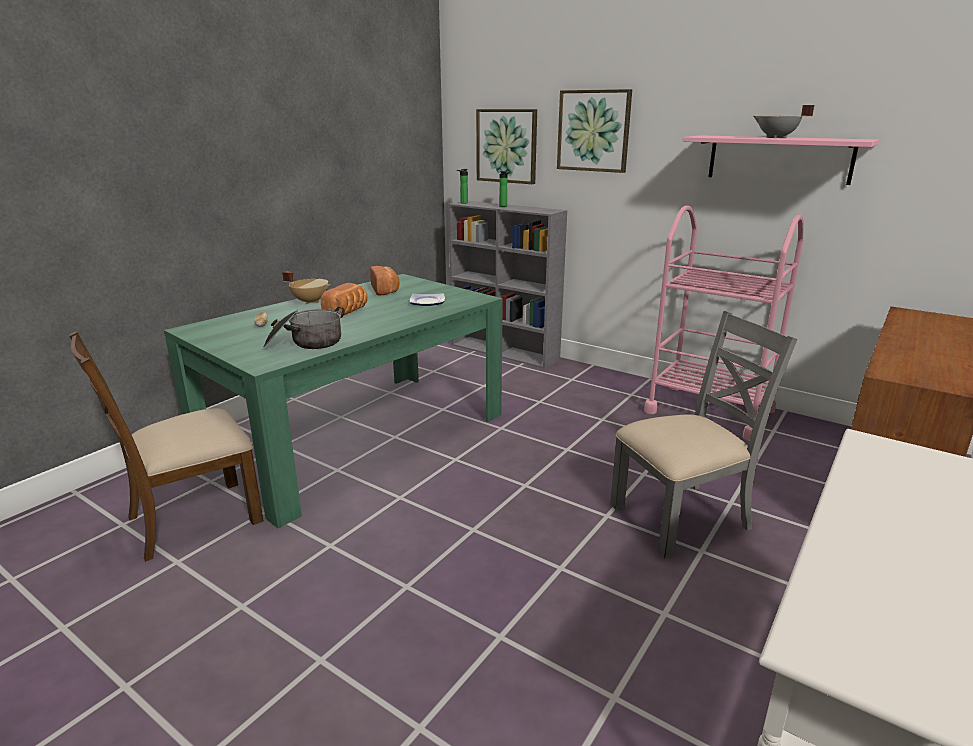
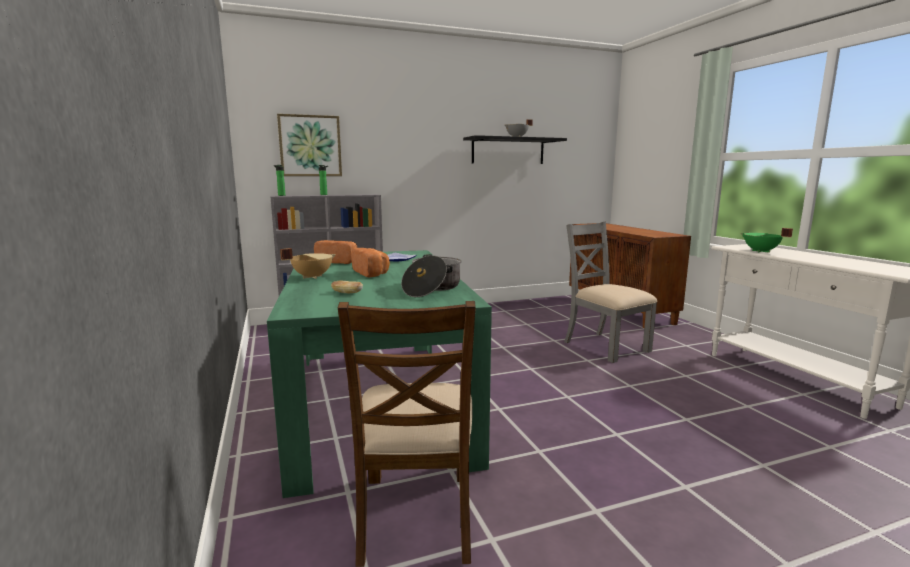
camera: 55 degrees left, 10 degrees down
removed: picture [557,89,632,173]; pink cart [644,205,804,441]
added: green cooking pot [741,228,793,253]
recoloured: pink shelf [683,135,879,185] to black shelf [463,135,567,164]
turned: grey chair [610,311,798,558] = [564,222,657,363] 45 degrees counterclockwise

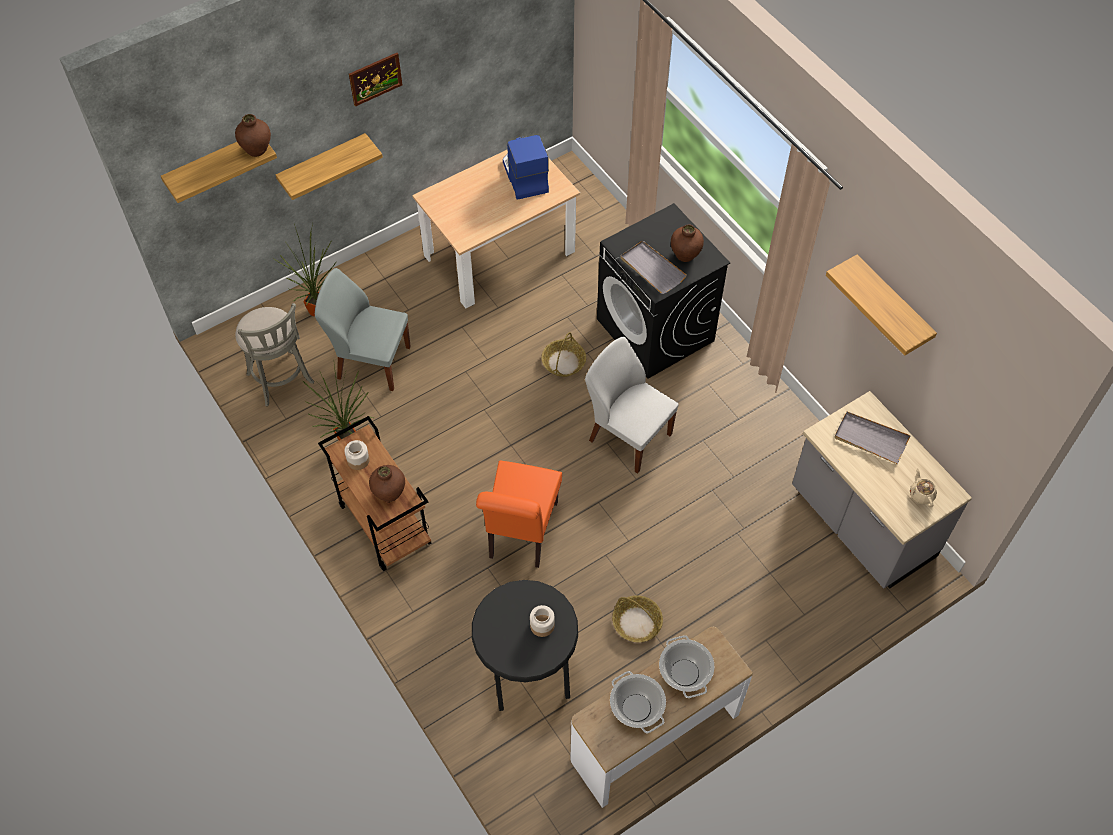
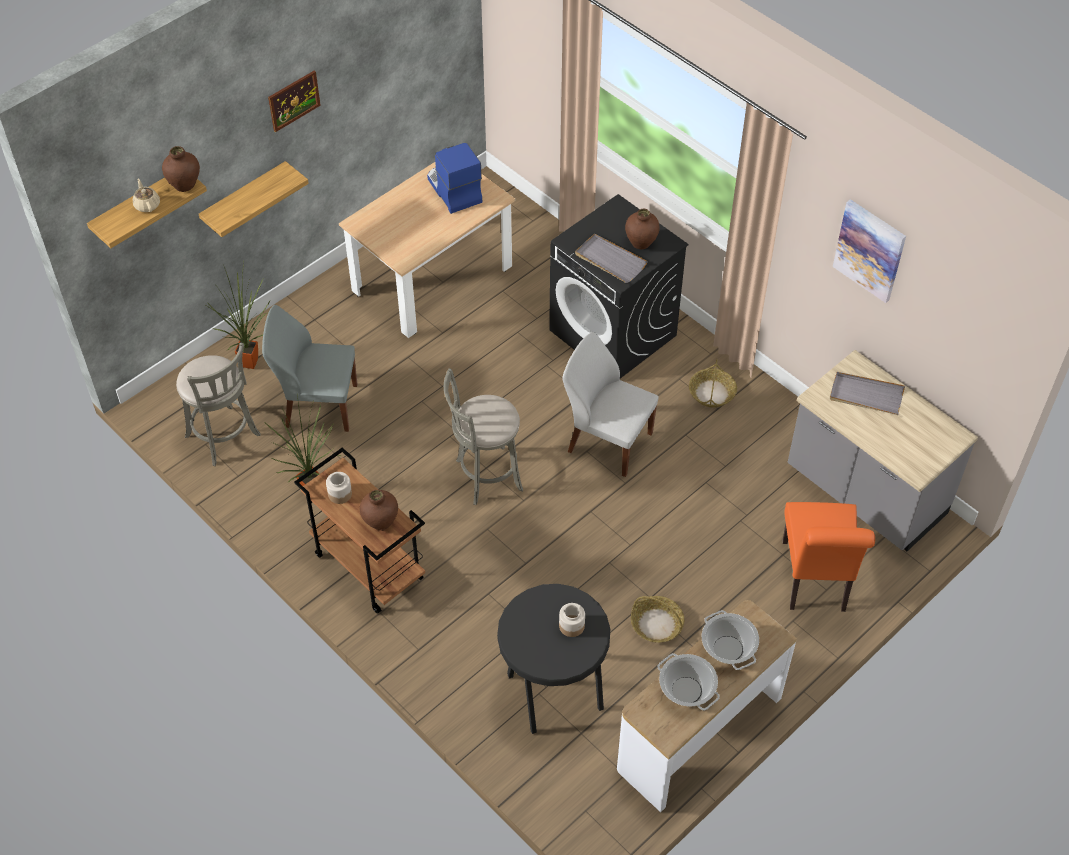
camera: 10 degrees left, 5 degrees down
added: grey stool [444,368,523,505]
moved: basket [542,332,586,377] to [689,359,737,407]; orange chair [476,460,562,568] to [783,502,875,612]; beige teapot [910,468,937,507] to [133,179,160,212]
replaced: shelf [826,255,937,356] to picture [833,199,906,303]

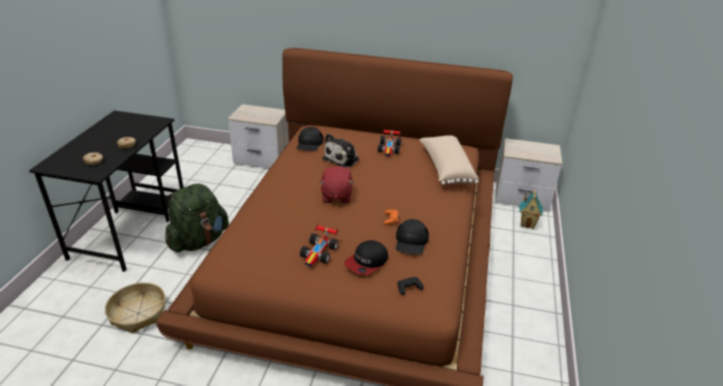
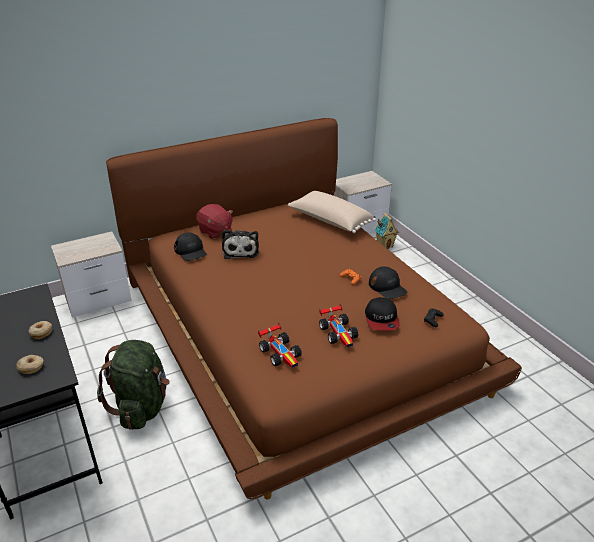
camera: 40 degrees left, 0 degrees up
removed: basket [105,283,166,333]
moved: toy car [378,130,402,156] to [258,322,302,368]; red plush toy [319,166,354,203] to [196,204,233,239]

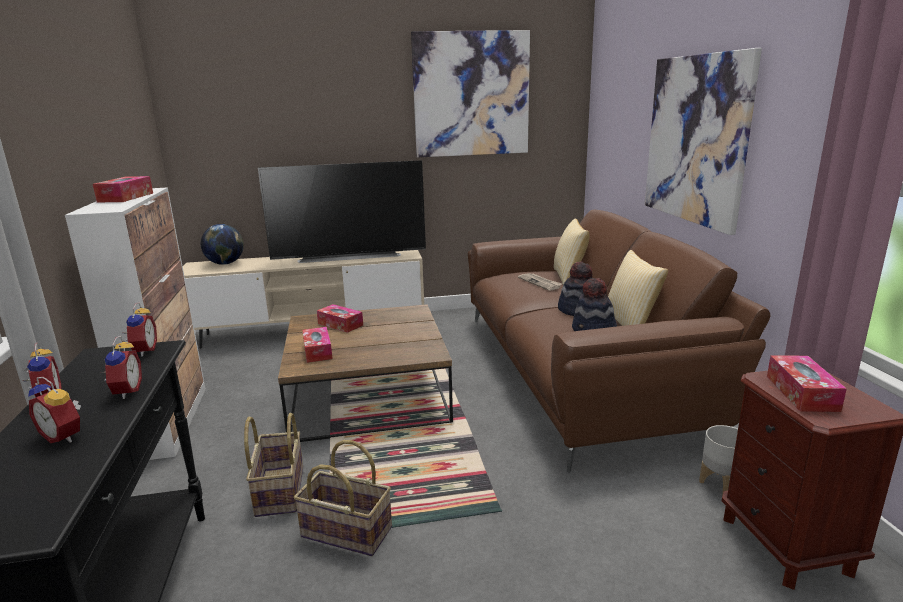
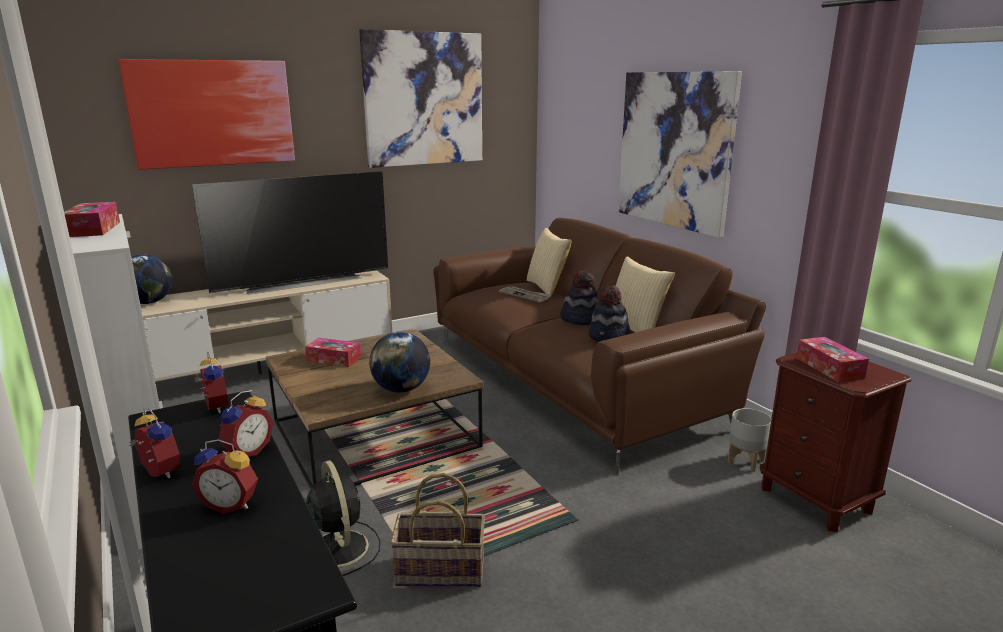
camera: 20 degrees left, 0 degrees up
removed: tissue box [302,327,333,363]
added: picture [118,59,295,170]; globe [369,332,430,393]
replaced: basket [244,413,303,517] to black fan [306,460,380,576]
turned: alarm clock [100,336,142,399] = [219,390,273,456] 60 degrees clockwise

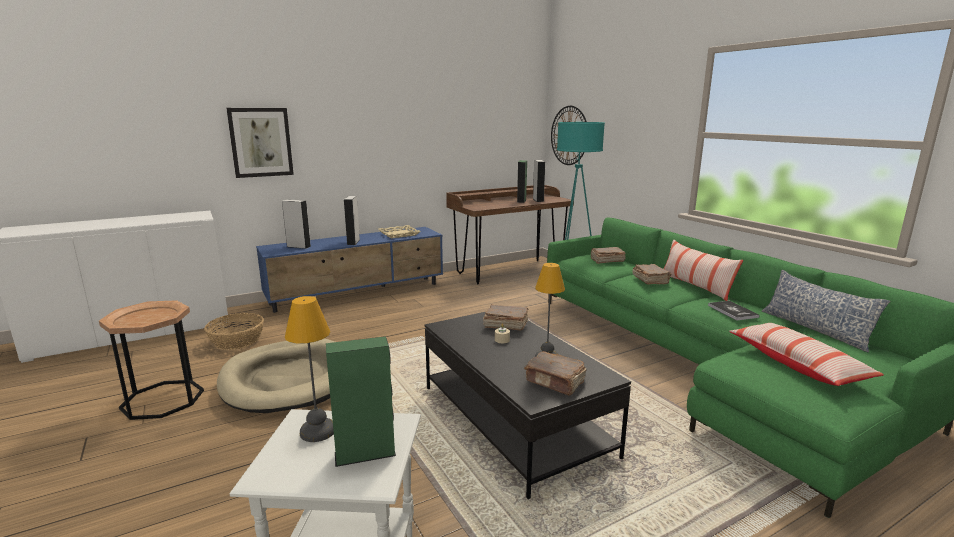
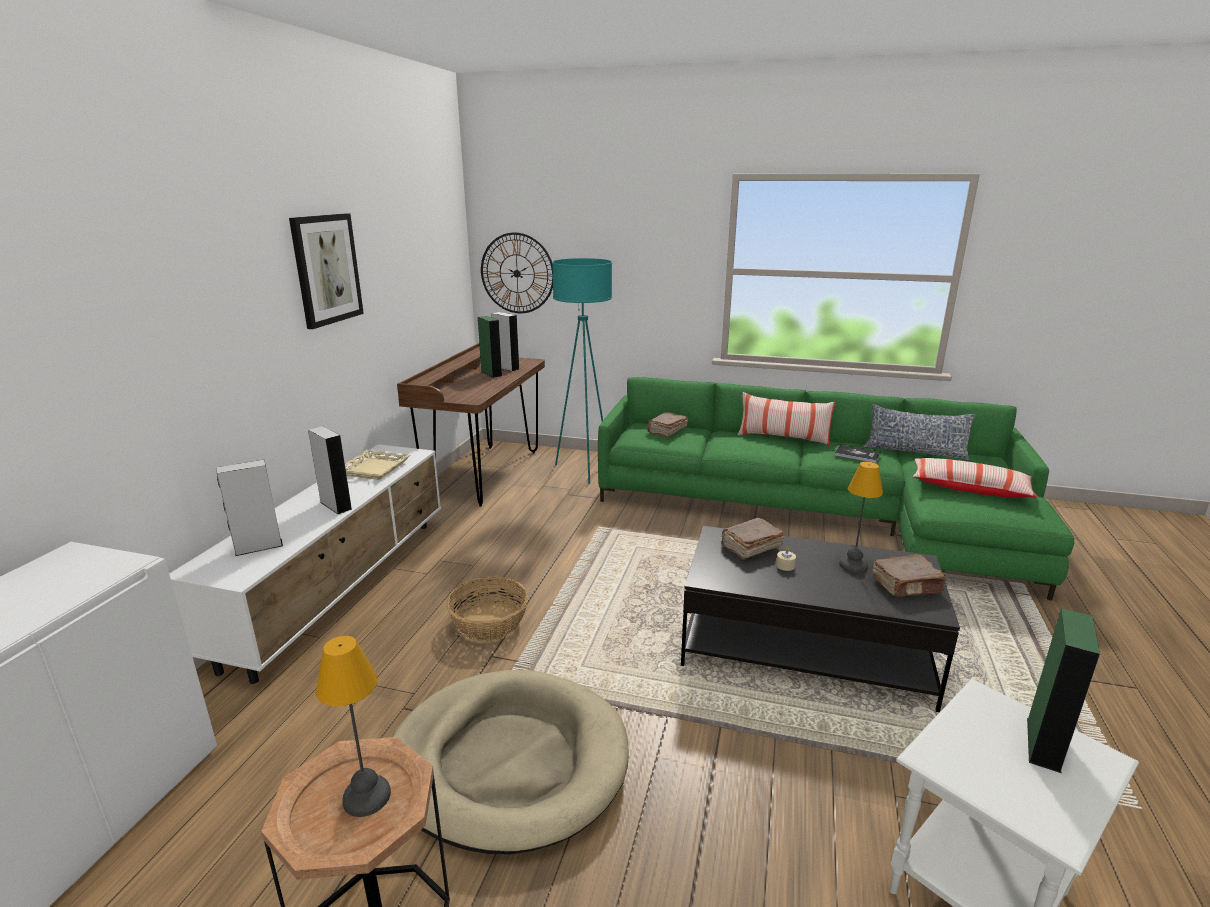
camera: 45 degrees left, 5 degrees up
removed: brown book [632,264,672,285]
moved: picture [226,108,294,178] to [289,213,364,329]; table lamp [285,296,334,442] to [316,636,391,817]; basket [204,313,264,350] to [446,576,528,641]
recoloured: blue tv stand [256,227,443,313] to white tv stand [169,444,441,684]

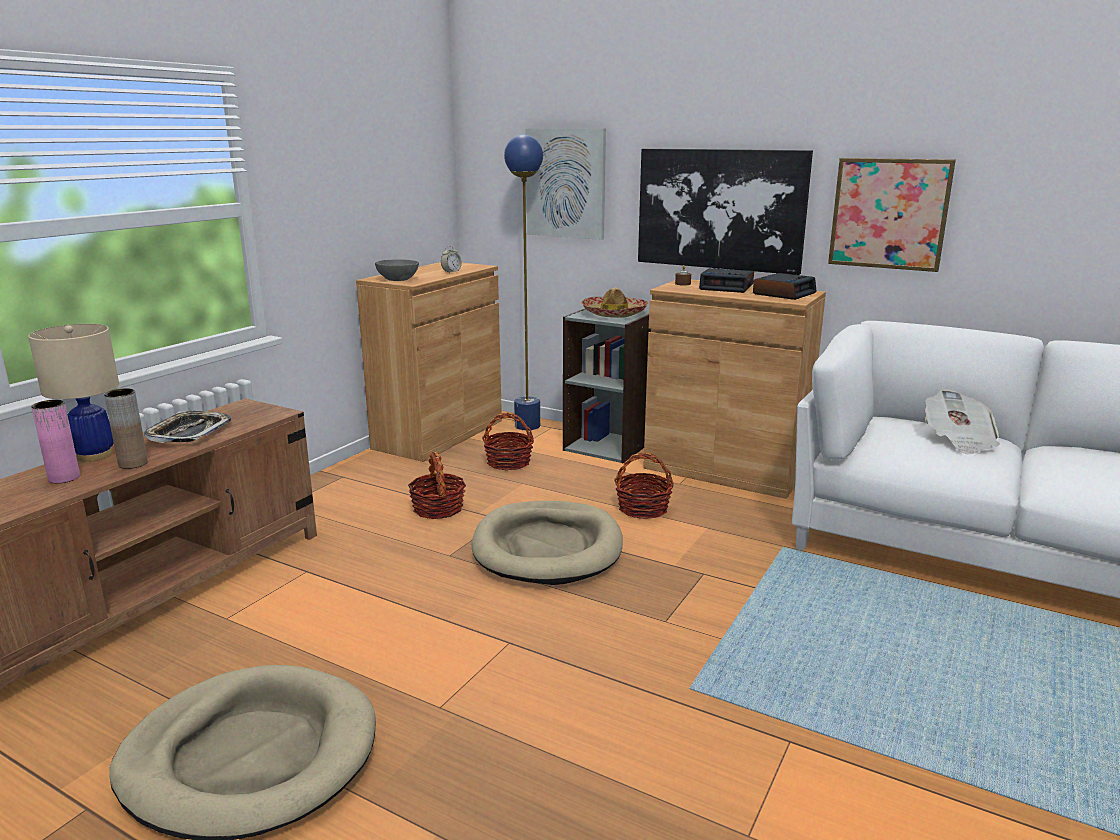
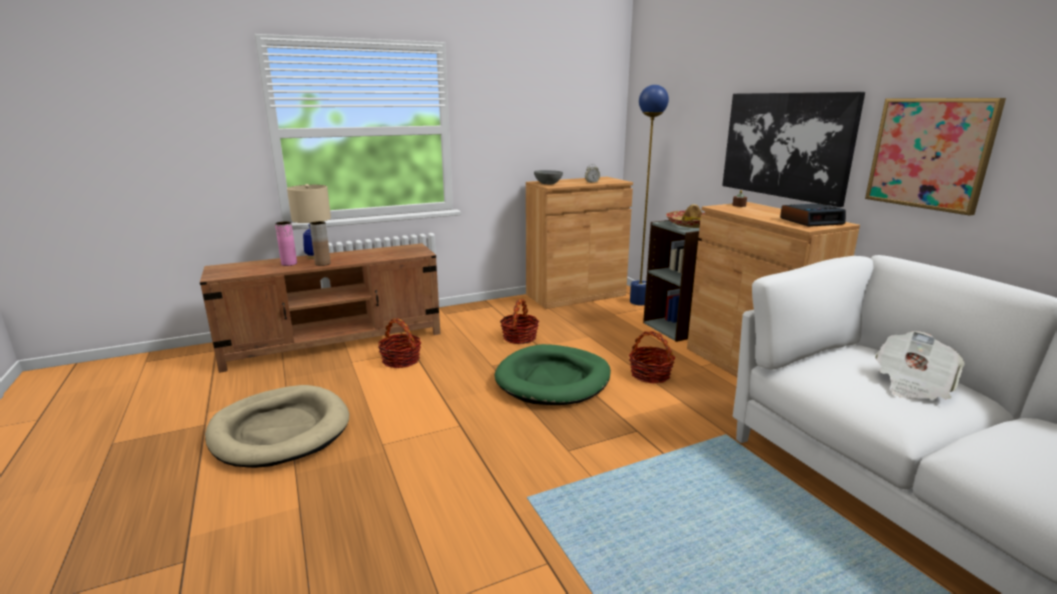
camera: 35 degrees right, 0 degrees up
removed: picture [525,128,606,240]; alarm clock [699,268,754,293]; tray [144,411,231,443]
moved: basket [482,412,534,471] to [378,319,421,368]
recoloured: beige dog bed [472,501,623,585] to green dog bed [495,344,611,405]

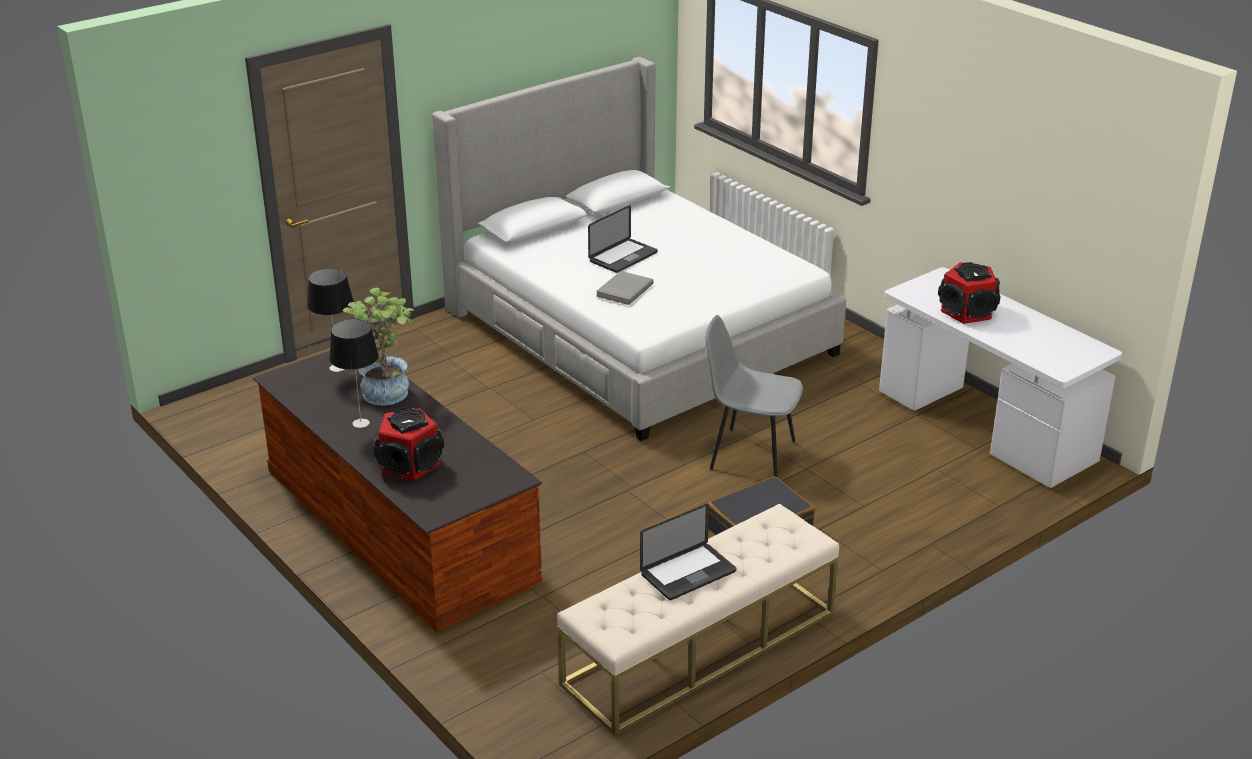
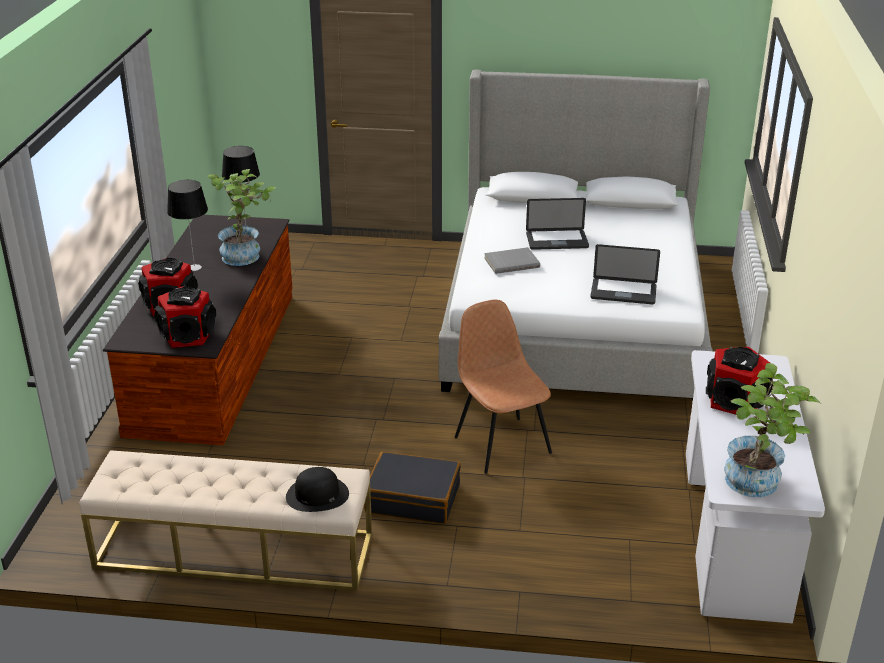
camera: 45 degrees right, 0 degrees up
added: speaker [154,286,216,348]; potted plant [724,363,820,497]; black hat [286,467,349,512]
moved: laptop [640,504,737,600] to [590,244,660,304]
recoloured: grey chair [705,315,803,478] to brown chair [455,300,552,474]

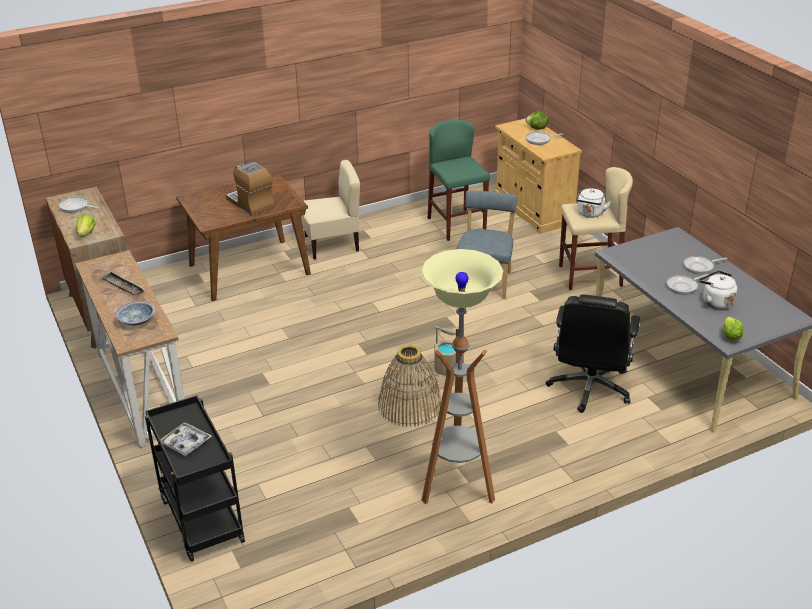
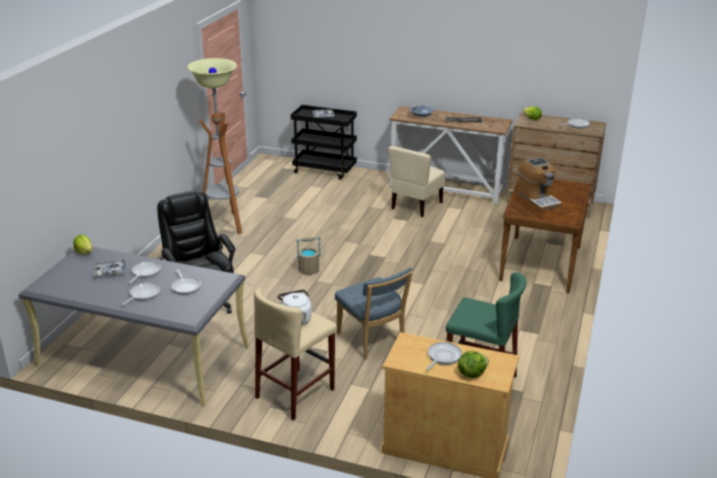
camera: 135 degrees right, 5 degrees down
removed: basket [378,345,441,427]
added: frying pan [171,269,201,295]
moved: beige chair [301,160,360,259] to [388,146,445,217]
replaced: white kettle [699,271,737,309] to tray [94,259,126,277]
turned: coffee machine [226,162,274,216] = [517,157,562,211] 60 degrees clockwise

